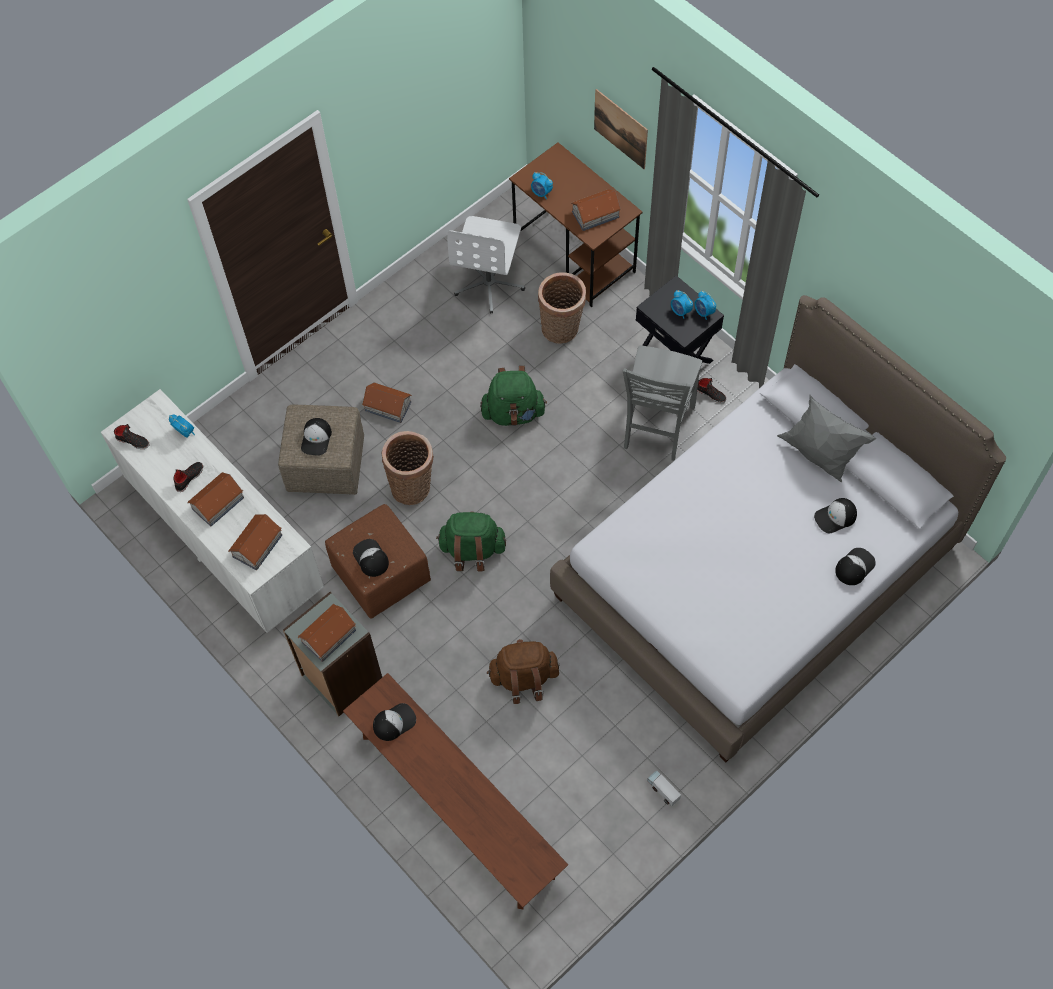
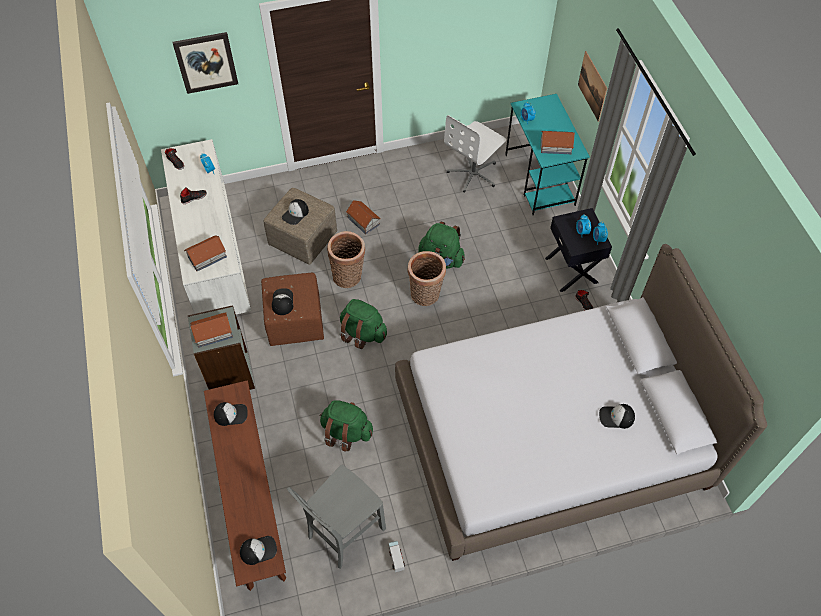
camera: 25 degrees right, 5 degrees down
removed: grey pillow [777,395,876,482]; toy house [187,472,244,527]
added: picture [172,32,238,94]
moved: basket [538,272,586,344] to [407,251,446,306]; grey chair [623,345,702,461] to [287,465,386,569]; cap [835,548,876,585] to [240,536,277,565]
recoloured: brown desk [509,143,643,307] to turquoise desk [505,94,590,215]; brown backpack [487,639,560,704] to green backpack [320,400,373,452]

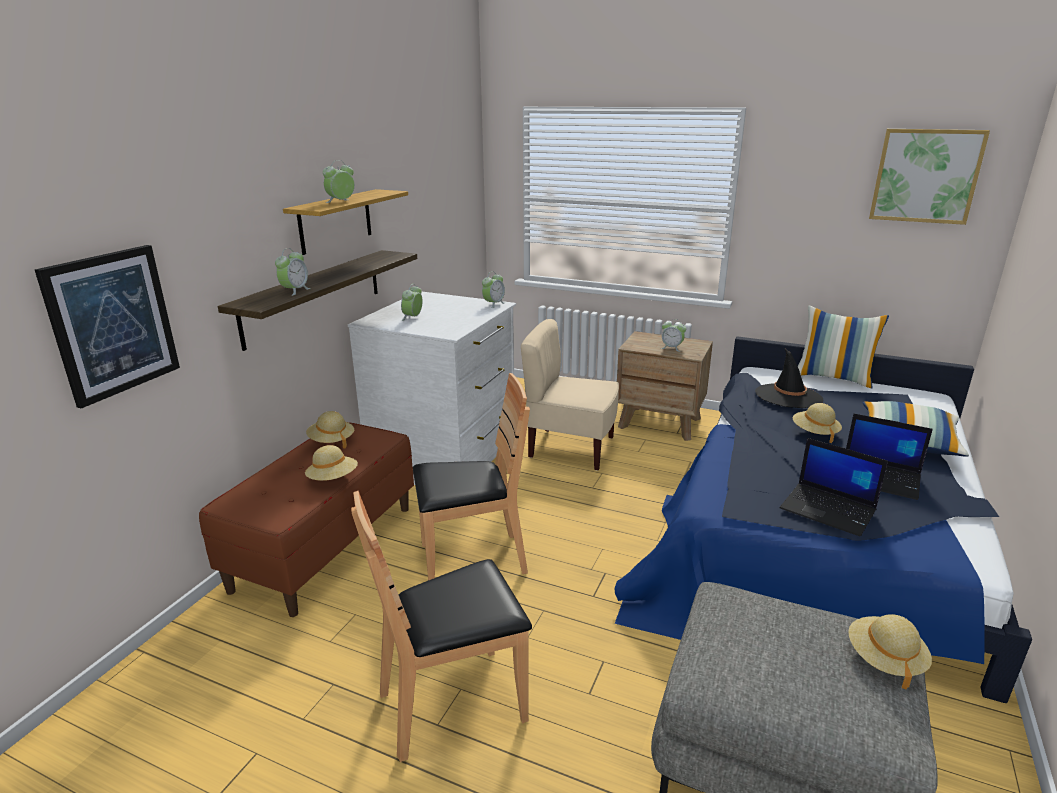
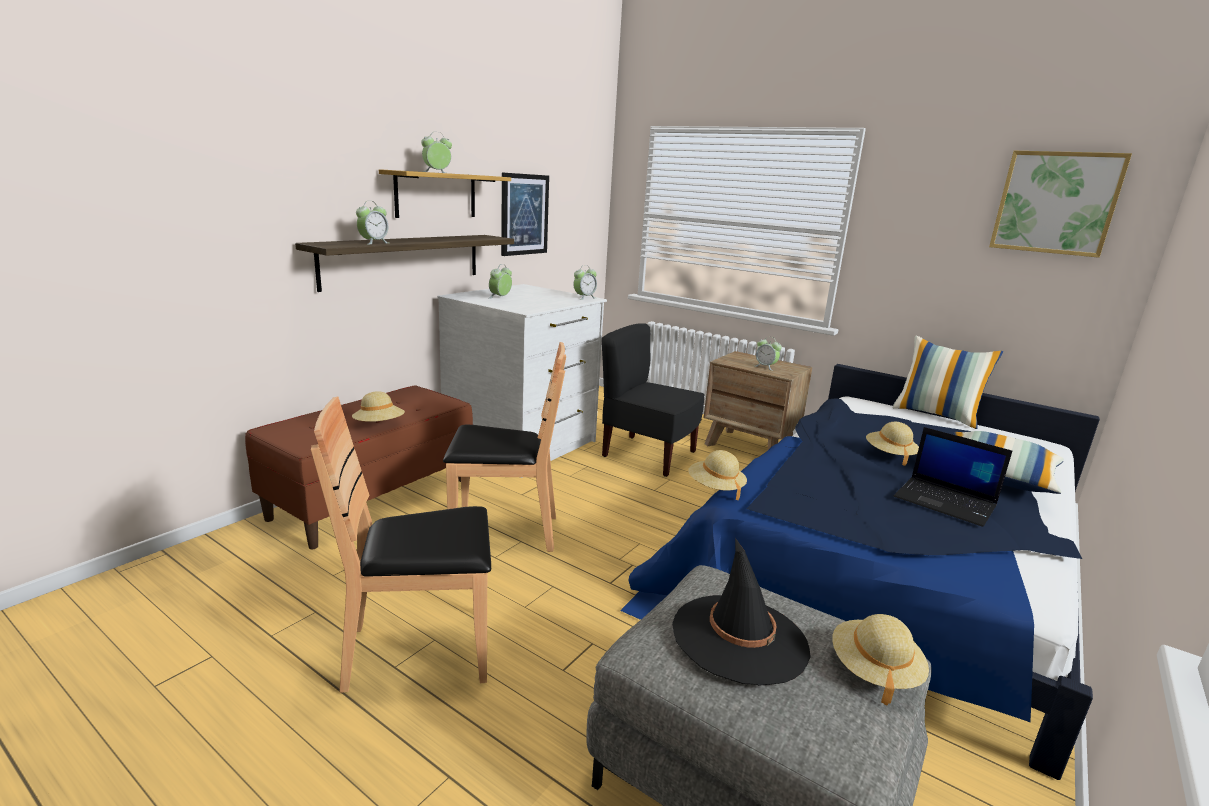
camera: 10 degrees right, 5 degrees down
removed: laptop [780,438,888,537]
moved: picture [35,245,180,409] to [501,173,549,256]; black hat [755,349,823,408] to [672,538,811,686]; beige hat [306,411,354,448] to [688,450,747,500]
recoloured: beige chair [521,319,619,471] to black chair [602,323,705,477]

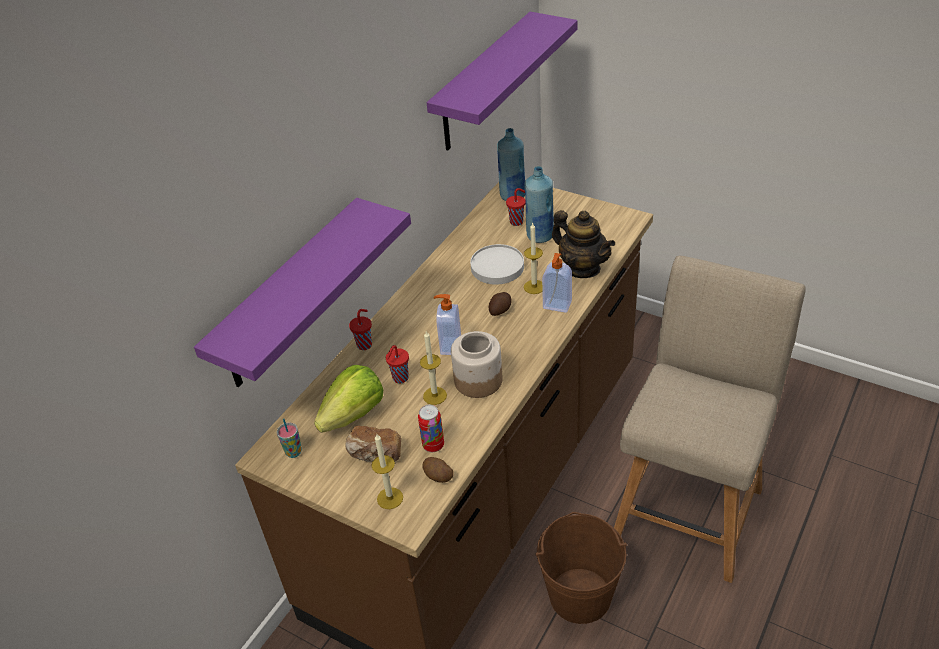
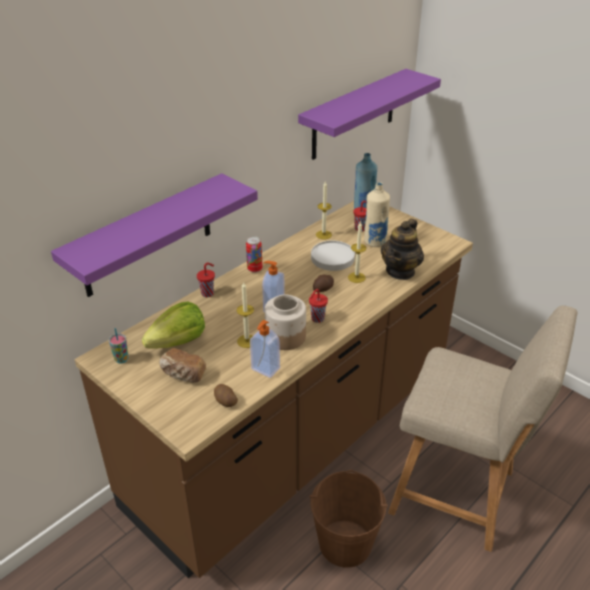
camera: 10 degrees right, 5 degrees down
moved: soap dispenser [542,253,572,313] to [250,320,280,378]; red cup [386,345,409,383] to [309,289,328,323]; can [418,405,444,452] to [246,237,262,273]; candle [371,434,403,509] to [316,181,332,239]
recoloured: blue bottle [525,166,554,243] to beige bottle [364,182,390,247]
turned: teapot [552,210,615,278] = [381,219,424,280] 60 degrees clockwise; beige chair [614,256,805,583] = [388,306,578,552] 75 degrees clockwise

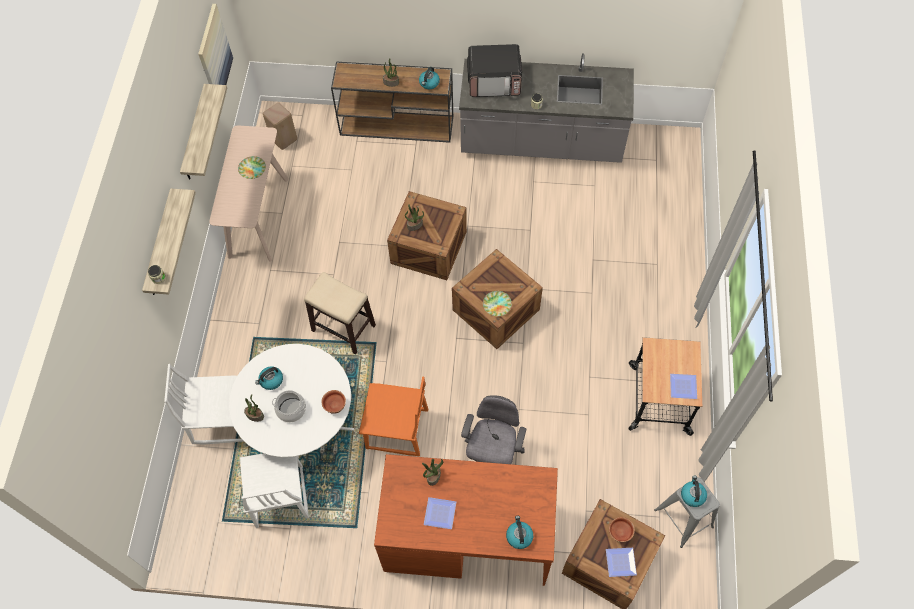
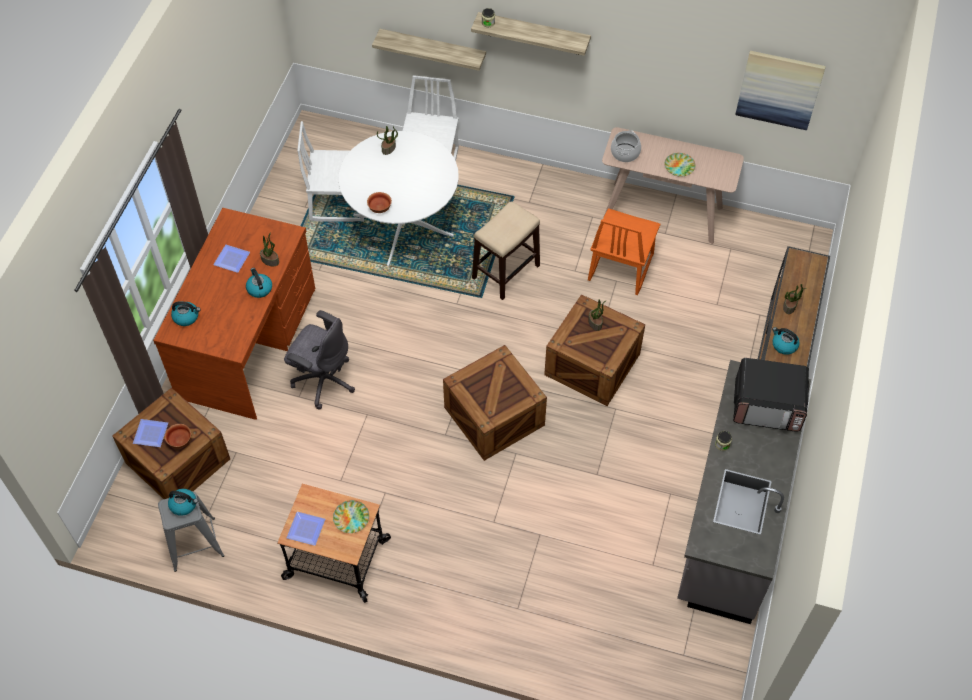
camera: 100 degrees right, 5 degrees down
removed: beige stool [263,102,297,150]
moved: shelf [180,84,227,180] to [372,29,486,71]; plate [483,291,512,316] to [333,500,369,533]; kettle [255,367,283,390] to [246,268,272,298]; orange chair [359,377,428,457] to [588,208,660,295]; cooking pot [272,390,306,422] to [611,130,641,162]
turned: microwave [467,44,522,97] = [733,358,809,432] 90 degrees counterclockwise

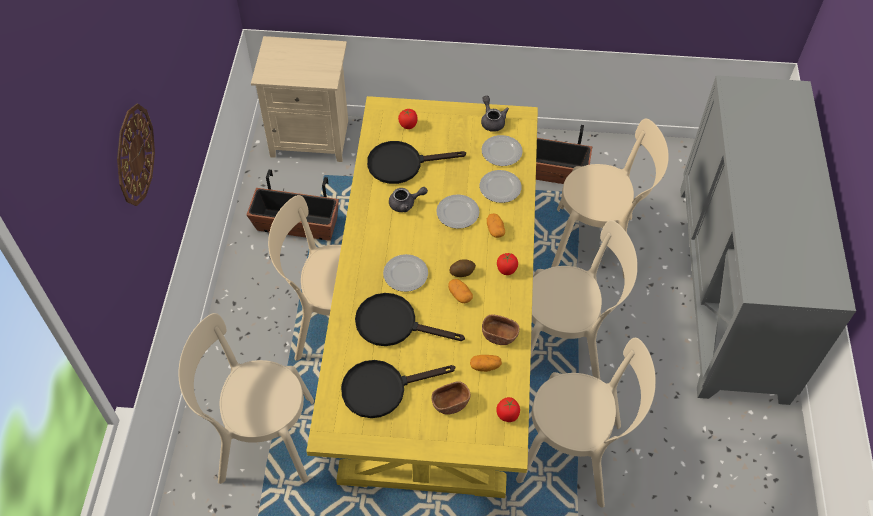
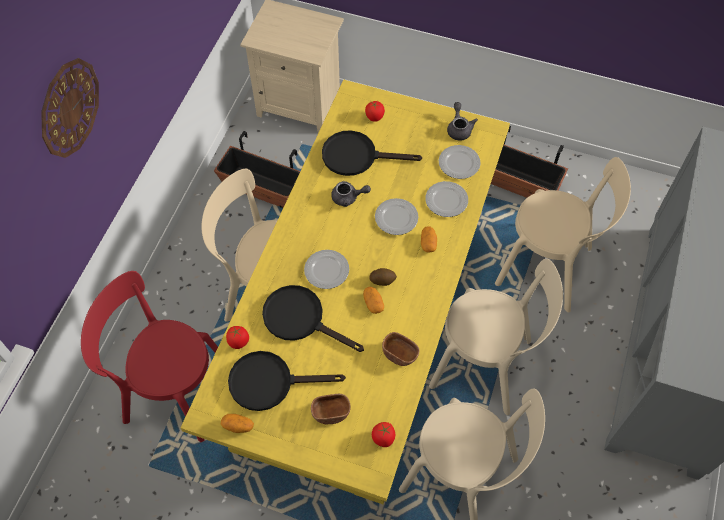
camera: 15 degrees right, 5 degrees up
moved: tomato [497,253,518,275] to [226,326,249,349]; potato [470,355,502,372] to [221,414,254,433]
recoloured: beige chair [178,313,314,484] to red chair [81,271,218,442]

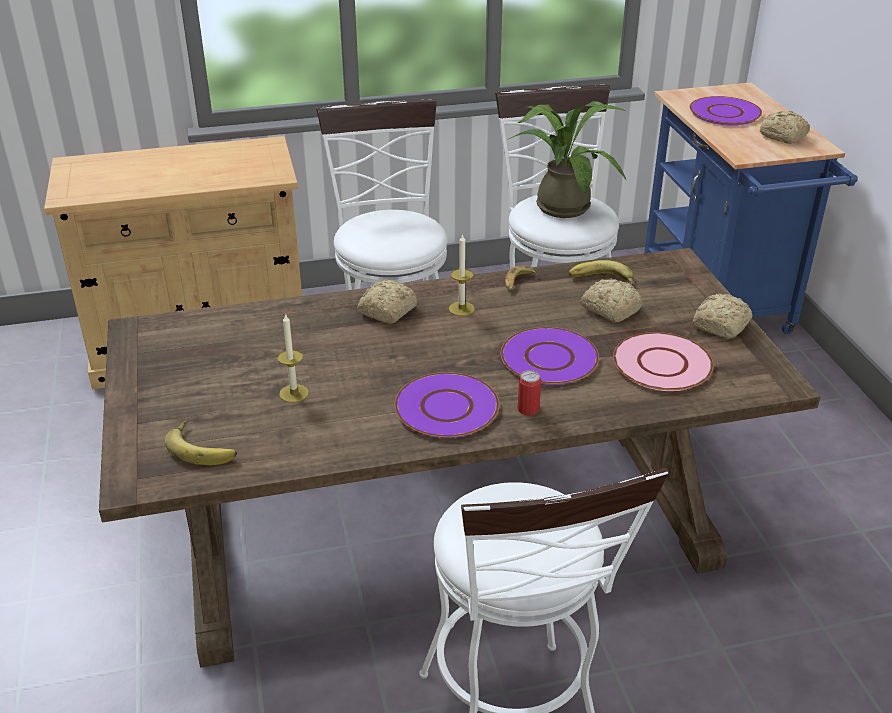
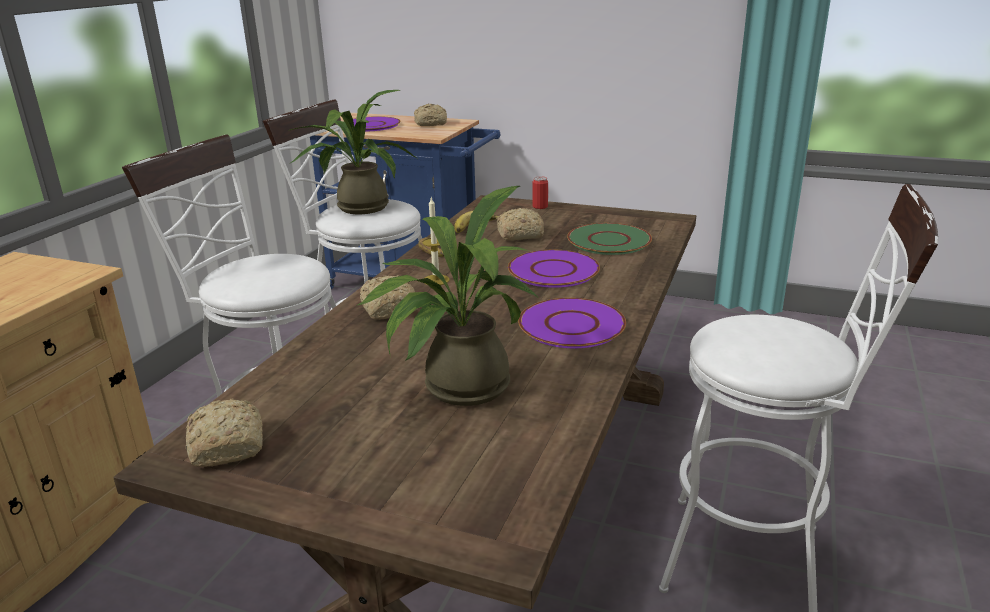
camera: 55 degrees left, 10 degrees down
removed: banana [165,420,237,465]
moved: bread [693,294,752,339] to [185,399,263,467]; can [518,370,541,416] to [533,176,548,209]
replaced: candle [277,313,309,403] to potted plant [356,186,537,406]
recoloured: pink plate [613,332,714,391] to green plate [567,223,652,255]

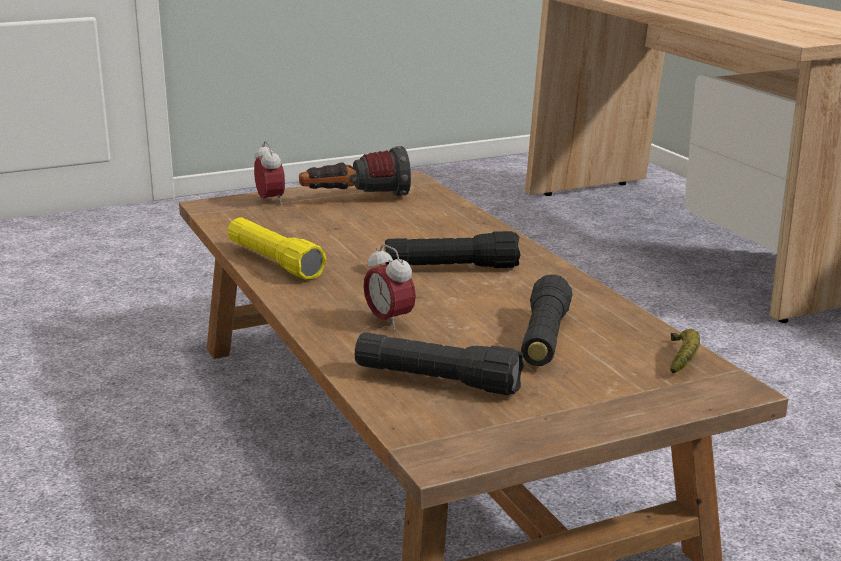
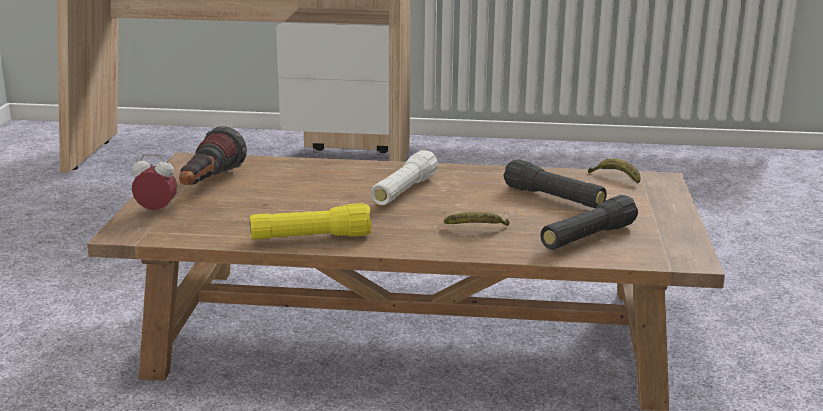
camera: 60 degrees left, 0 degrees up
replaced: alarm clock [363,244,416,330] to banana [444,212,509,226]
recoloured: black flashlight [385,231,520,268] to white flashlight [371,150,438,205]

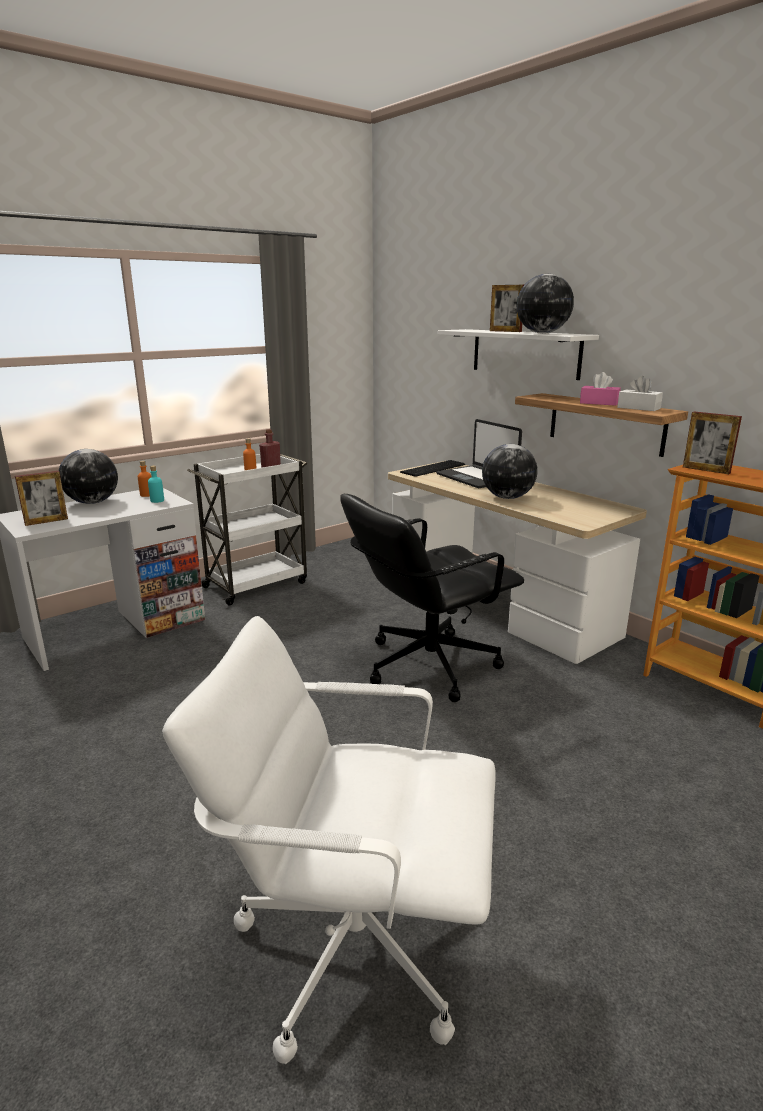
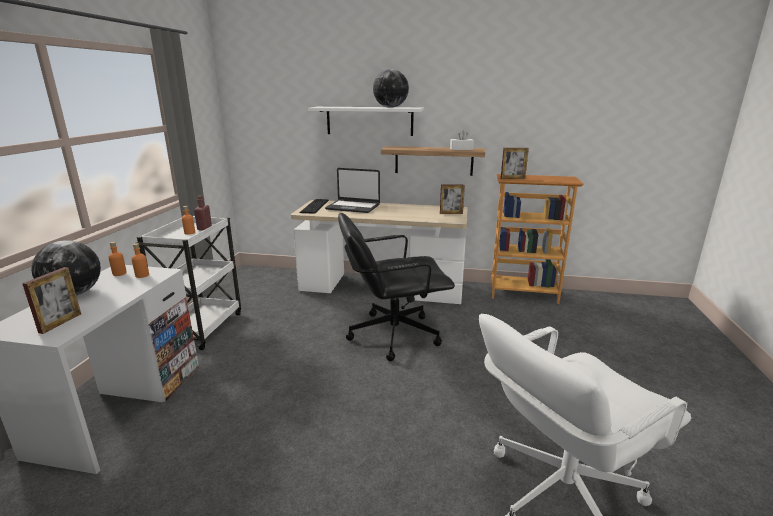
camera: 40 degrees left, 0 degrees up
removed: pink tissue box [580,372,621,406]; globe [482,444,538,499]
moved: picture frame [490,285,524,332] to [440,185,465,214]
recoloured: turquoise bottle [148,465,164,503] to orange bottle [132,243,149,278]
turned: black office chair [340,494,524,702] = [338,213,455,361] 60 degrees clockwise

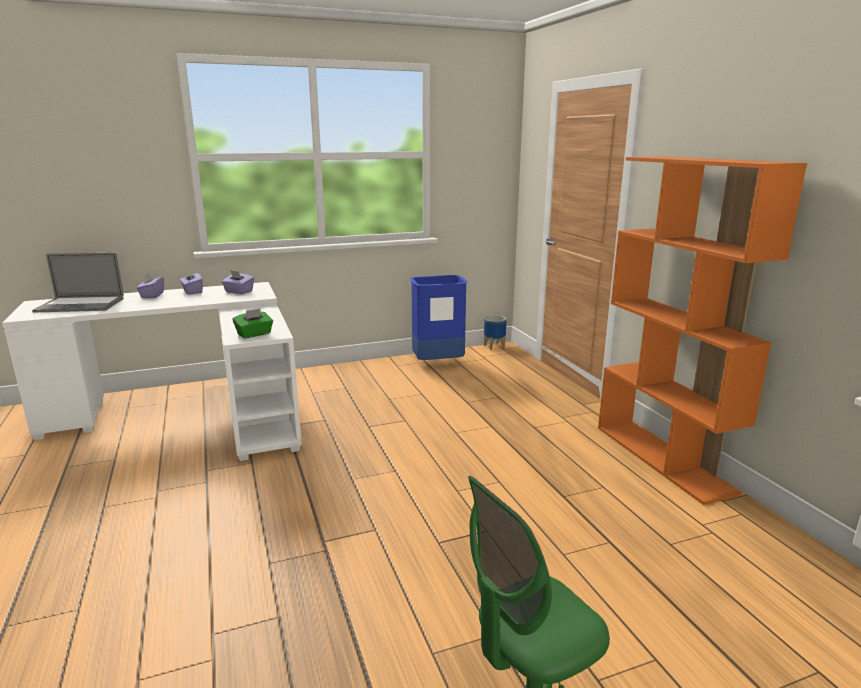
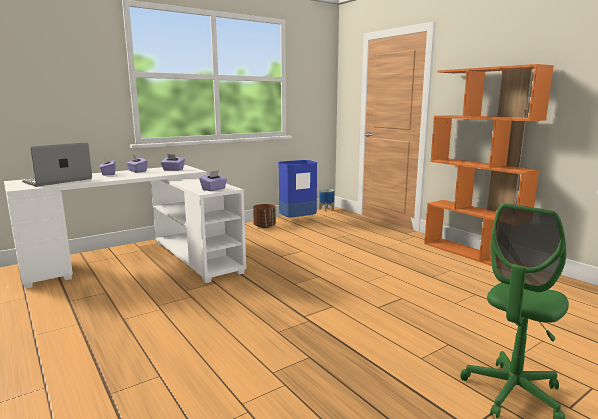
camera: 15 degrees left, 5 degrees down
added: brown planter [253,204,276,228]
recoloured: green tissue box [233,309,273,338] to purple tissue box [199,170,227,191]
turned: laptop [32,253,124,313] = [22,142,92,187] 150 degrees clockwise

